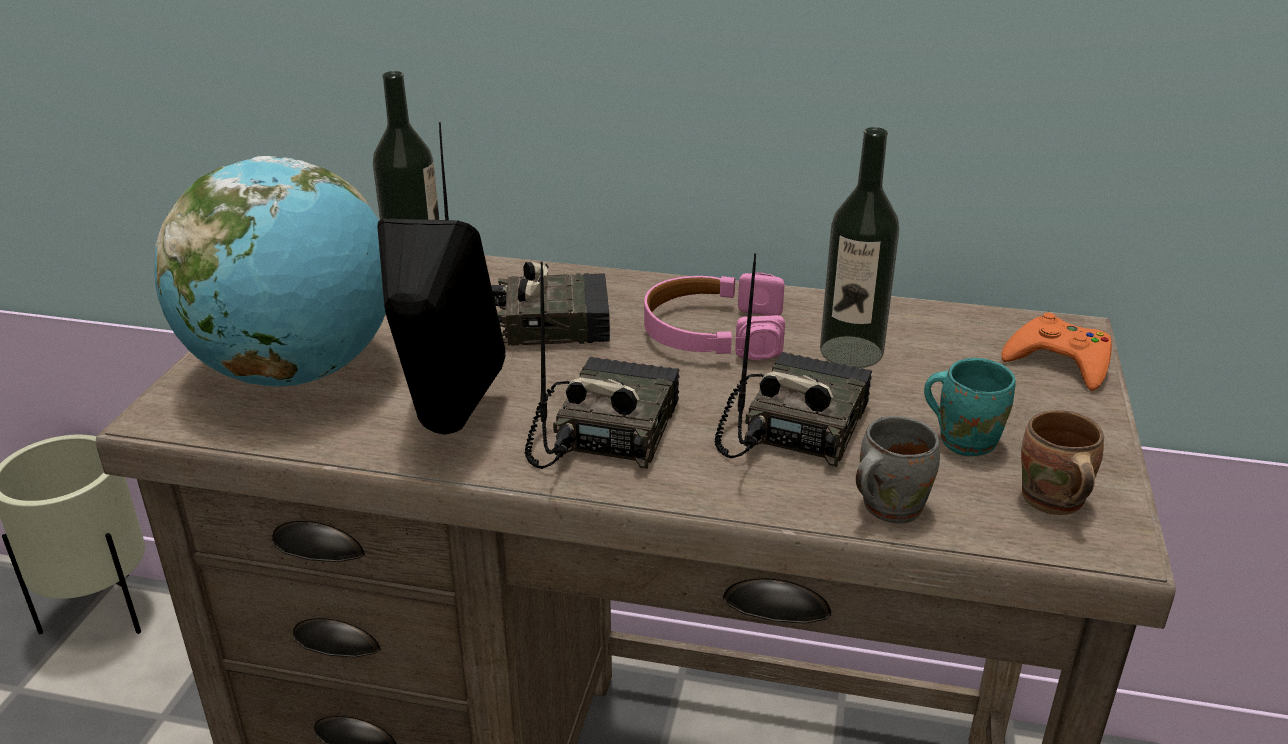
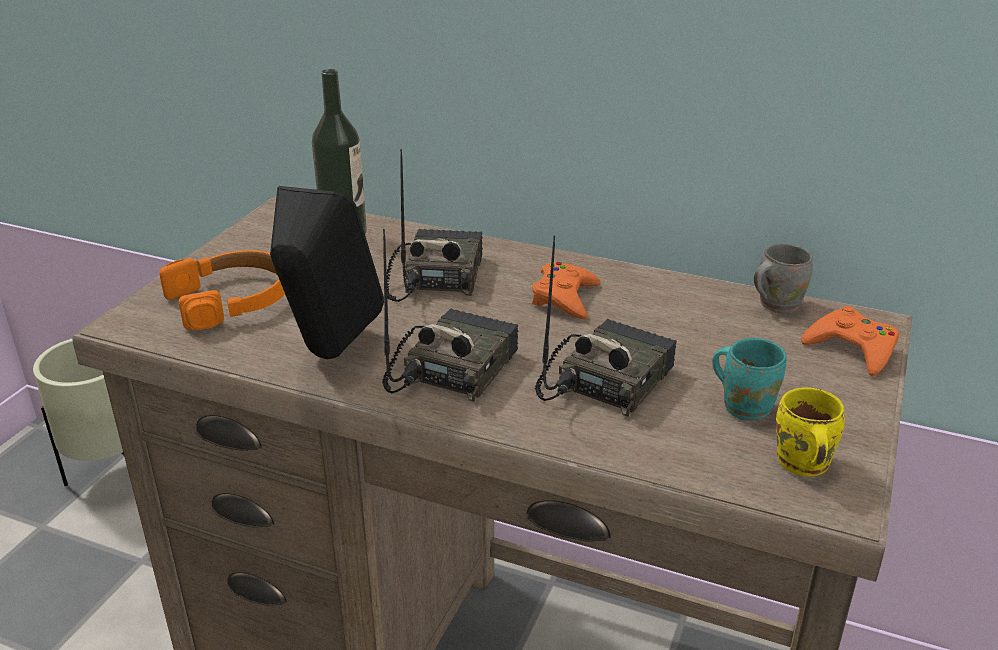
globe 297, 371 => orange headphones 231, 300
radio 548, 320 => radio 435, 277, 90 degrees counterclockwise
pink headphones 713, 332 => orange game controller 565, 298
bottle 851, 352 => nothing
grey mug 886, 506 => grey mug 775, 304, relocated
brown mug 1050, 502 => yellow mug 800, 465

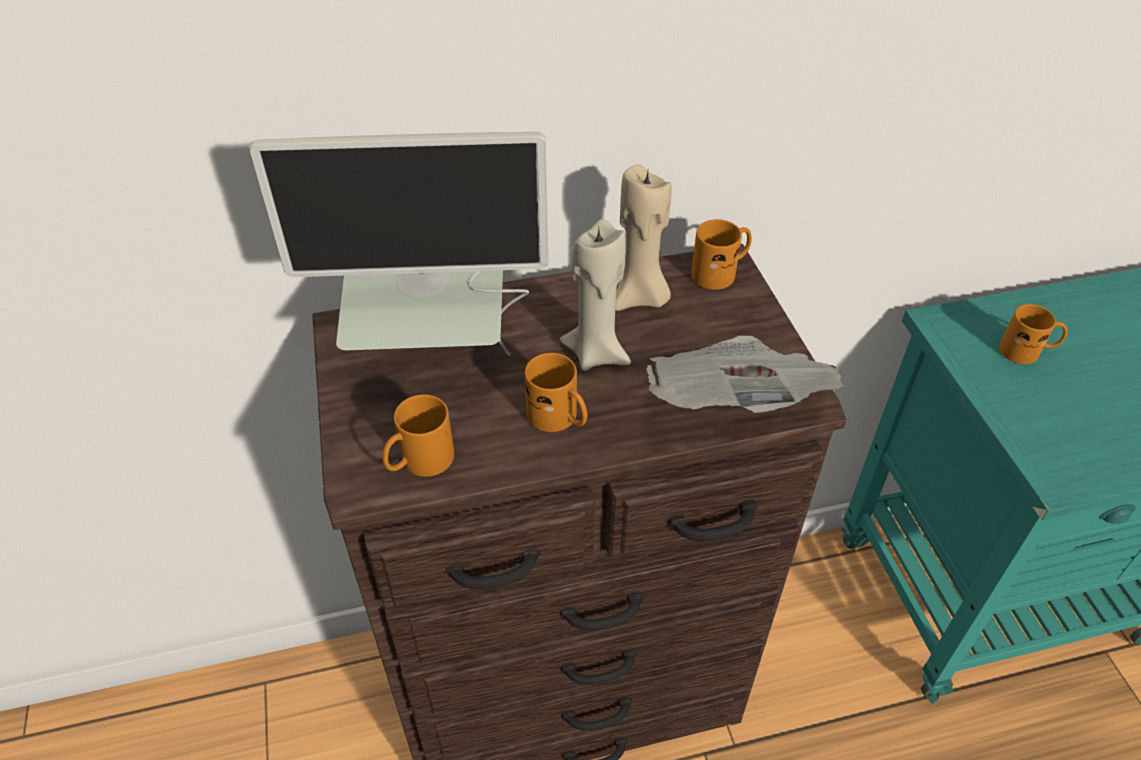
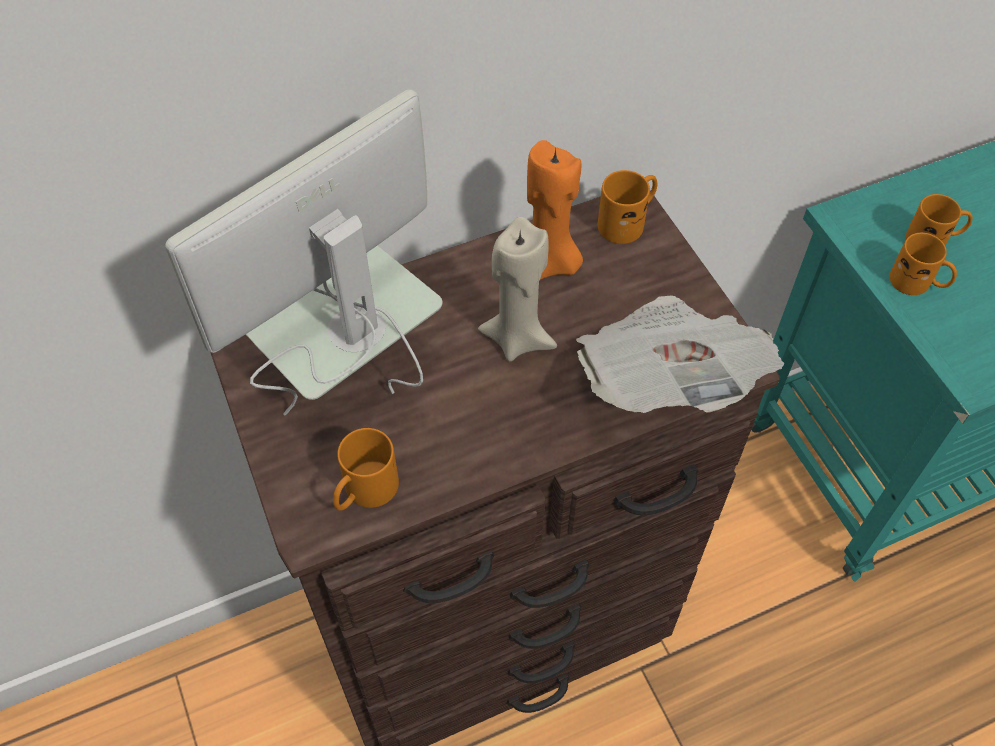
monitor 434, 358 => monitor 349, 368, 150 degrees clockwise
orange mug 560, 418 => orange mug 918, 283, relocated
beige candle 640, 298 => orange candle 550, 264

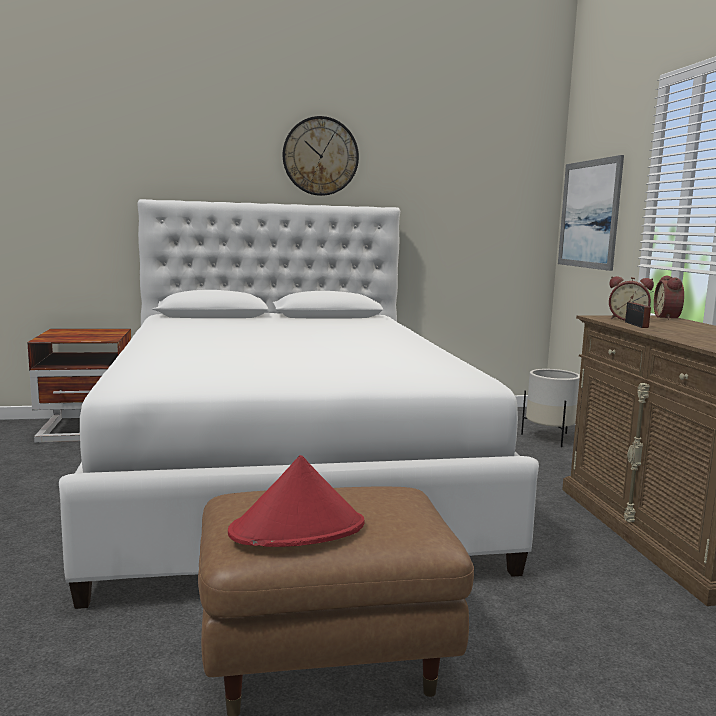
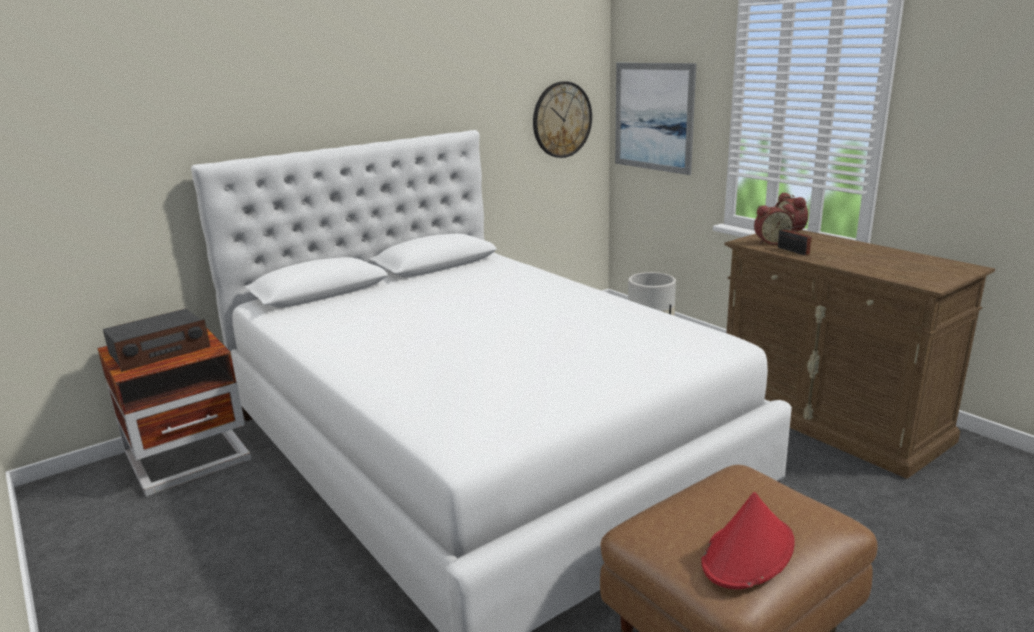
wall clock 320, 156 => wall clock 562, 120, relocated
nothing => radio 159, 351

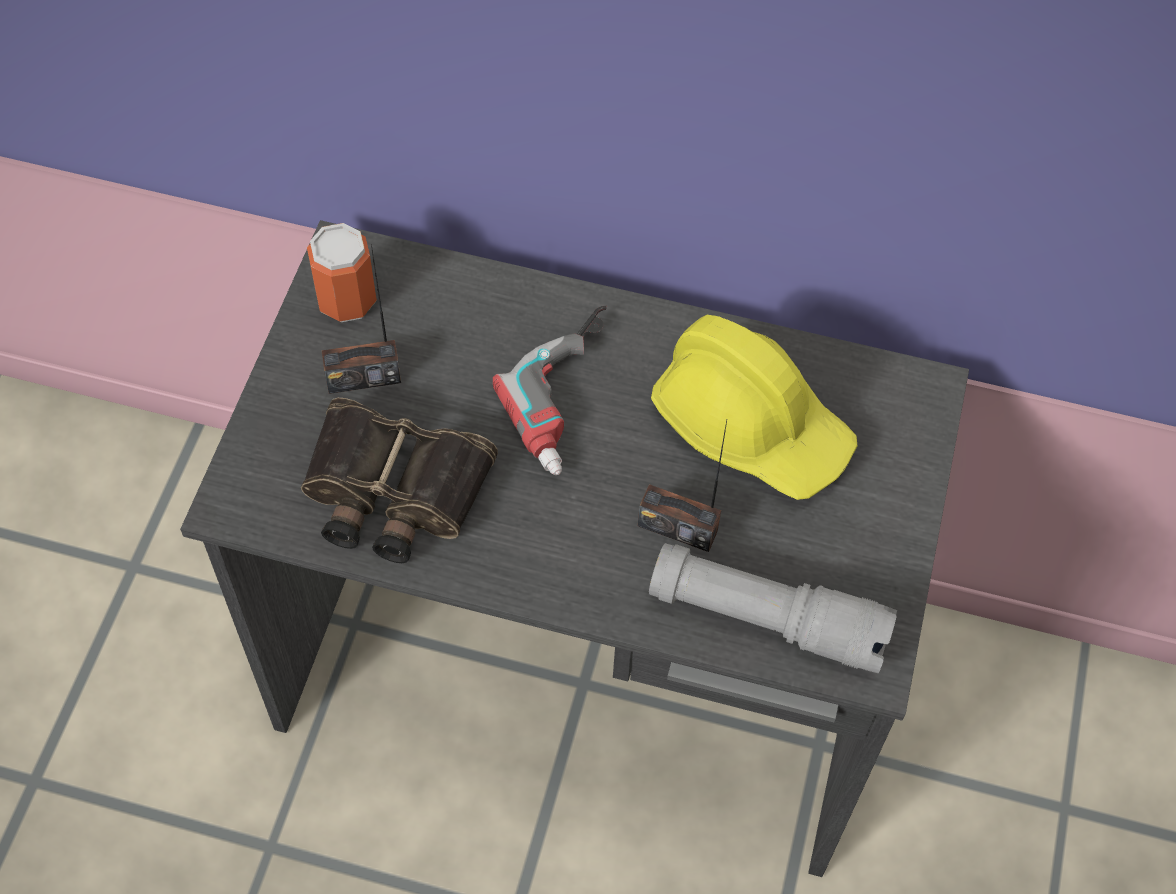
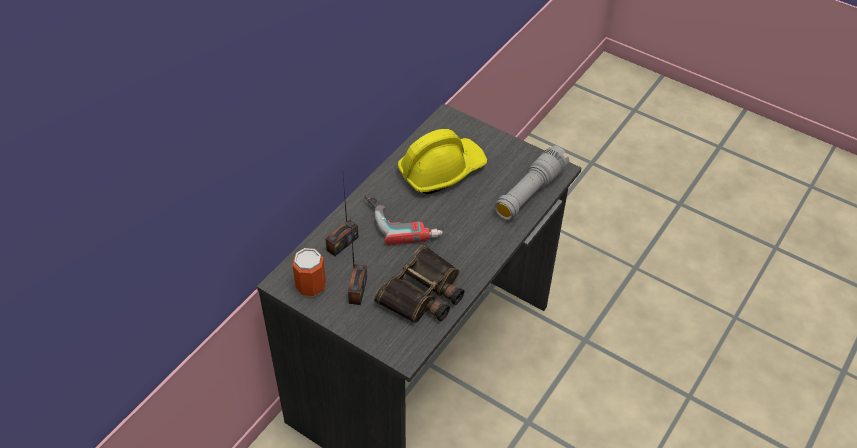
radio 677, 527 => radio 342, 243, relocated

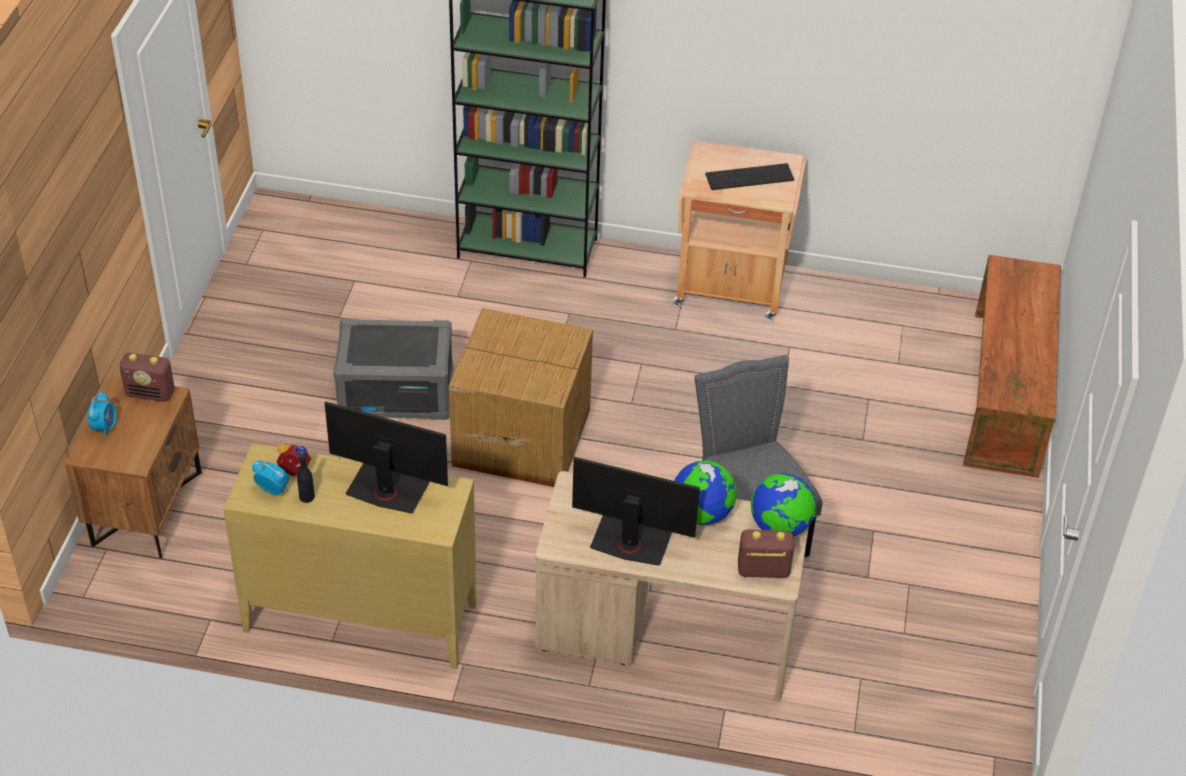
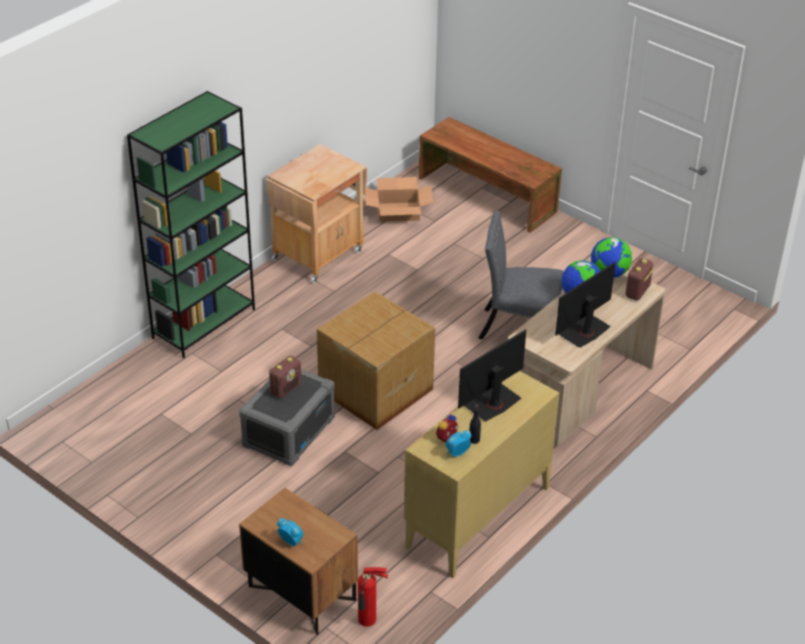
radio 151, 393 => radio 286, 388, relocated
keyboard 750, 176 => nothing
nothing => fire extinguisher 368, 621
nothing => cardboard box 398, 212

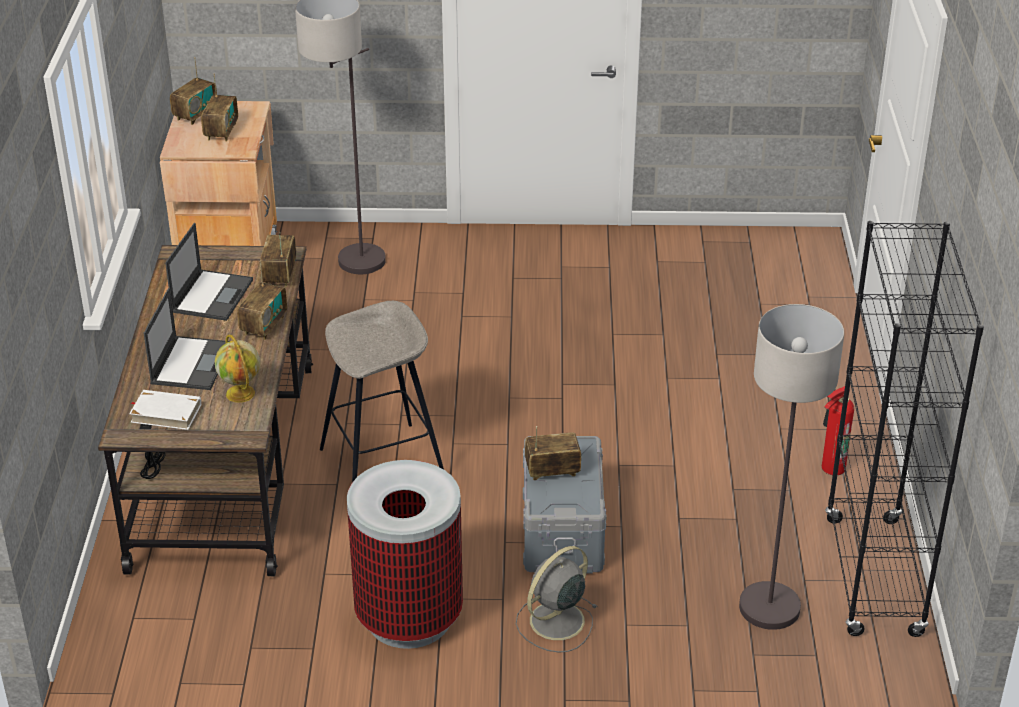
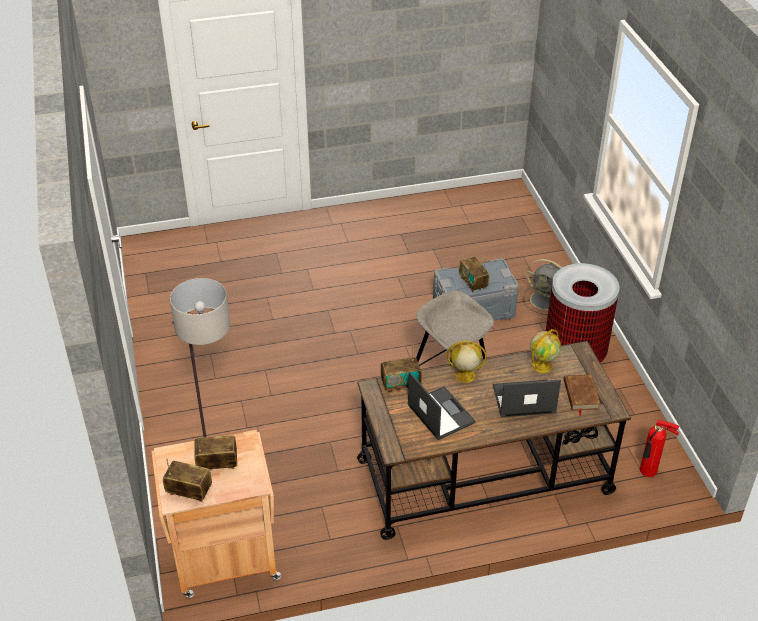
white book 166, 413 => brown book 581, 395
laptop 212, 295 => laptop 440, 413, 60 degrees clockwise
radio 264, 326 => globe 464, 376
grey floor lamp 767, 621 => nothing
fire extinguisher 830, 467 => fire extinguisher 649, 472, relocated
black bookcase 873, 577 => nothing

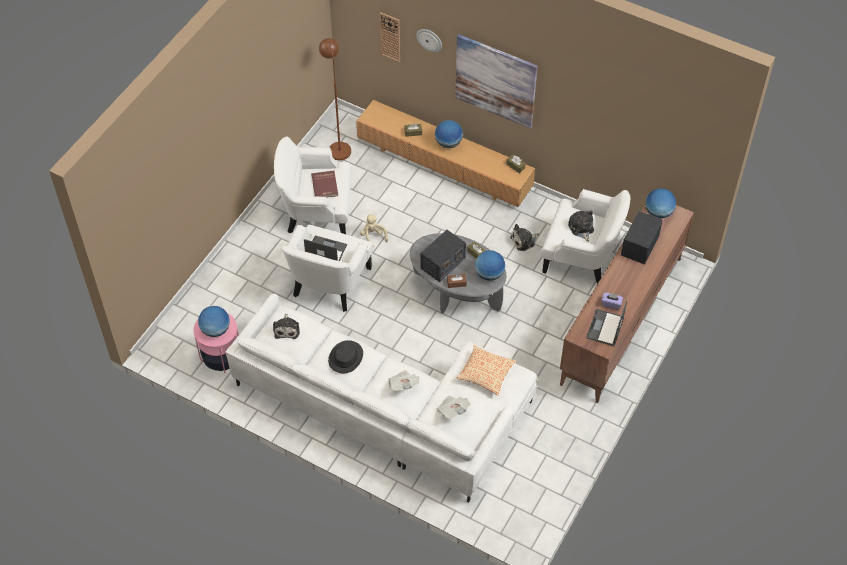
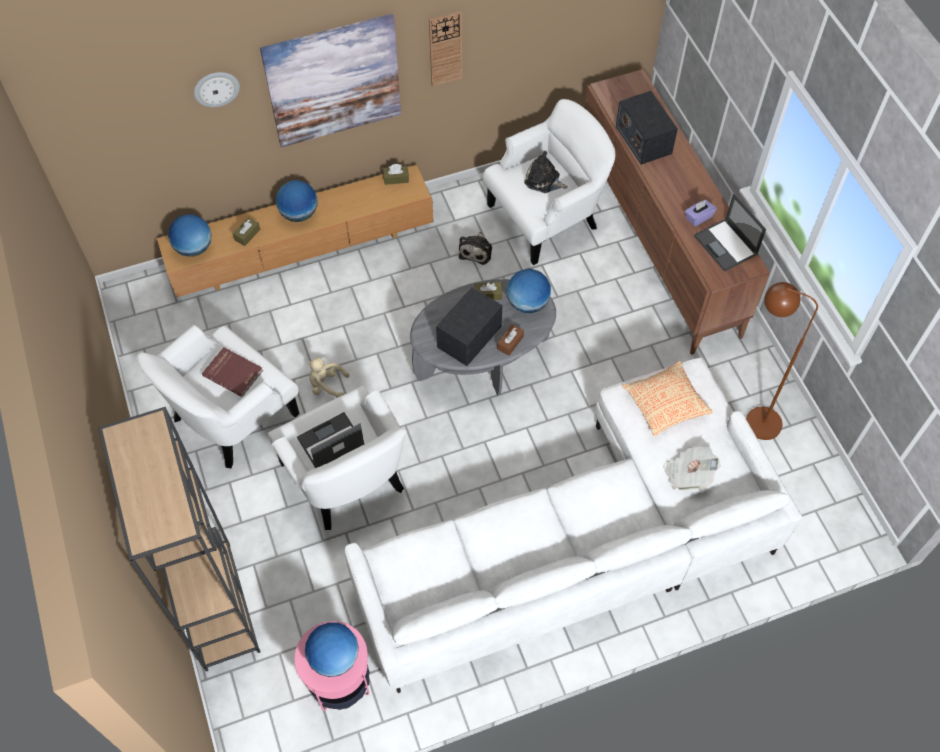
plush toy 287, 329 => nothing
brown floor lamp 338, 146 => brown floor lamp 752, 420, relocated
black hat 346, 357 => nothing
wall clock 390, 36 => wall clock 445, 48, relocated
newspaper 403, 385 => nothing
radio 442, 263 => radio 469, 336, 135 degrees counterclockwise
globe 658, 212 => globe 194, 248, relocated
nothing => bookcase 217, 605

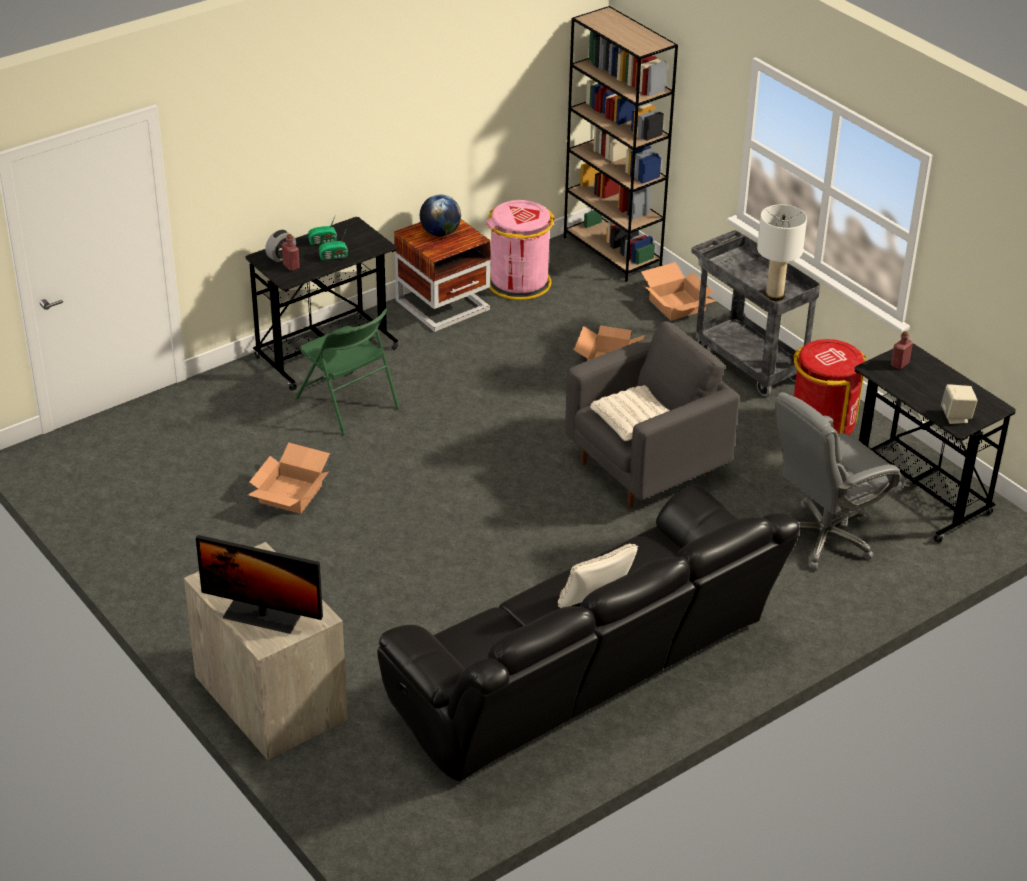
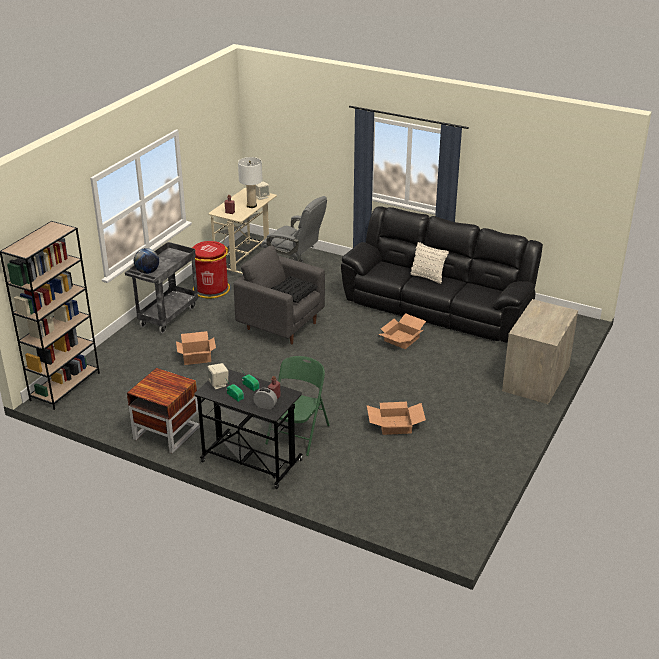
monitor 262, 615 => nothing
globe 440, 233 => globe 147, 272, relocated
pink trash can 519, 283 => nothing
beige pillow 634, 421 => black pillow 293, 294
cardboard box 678, 305 => cardboard box 401, 339, relocated
white table lamp 774, 295 => white table lamp 252, 205, relocated
black desk 915, 493 => beige desk 245, 260
nothing => beige speaker 218, 384

